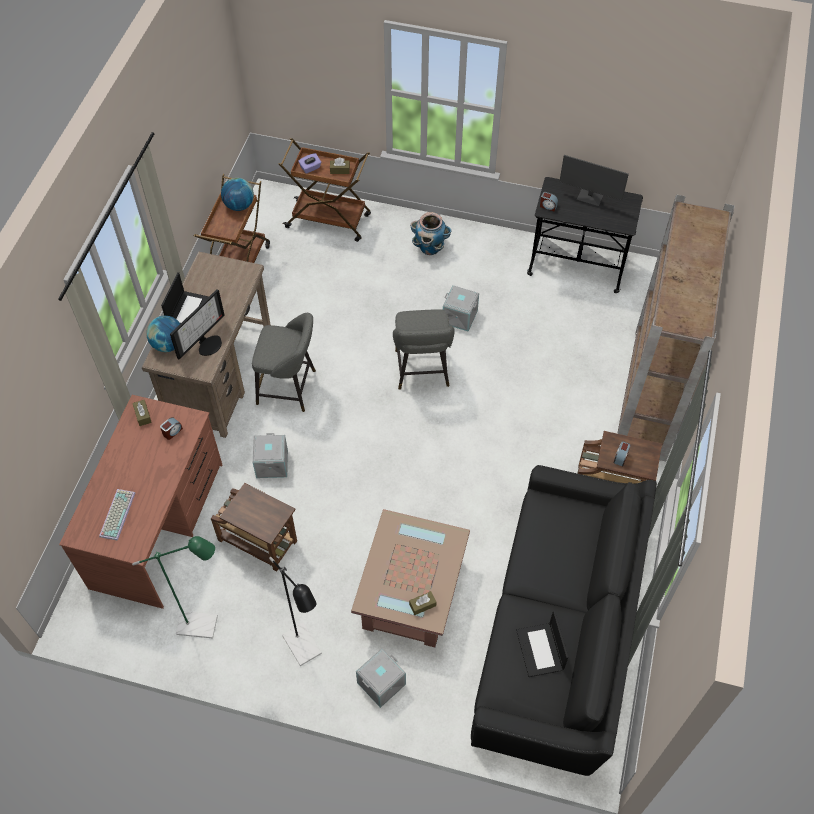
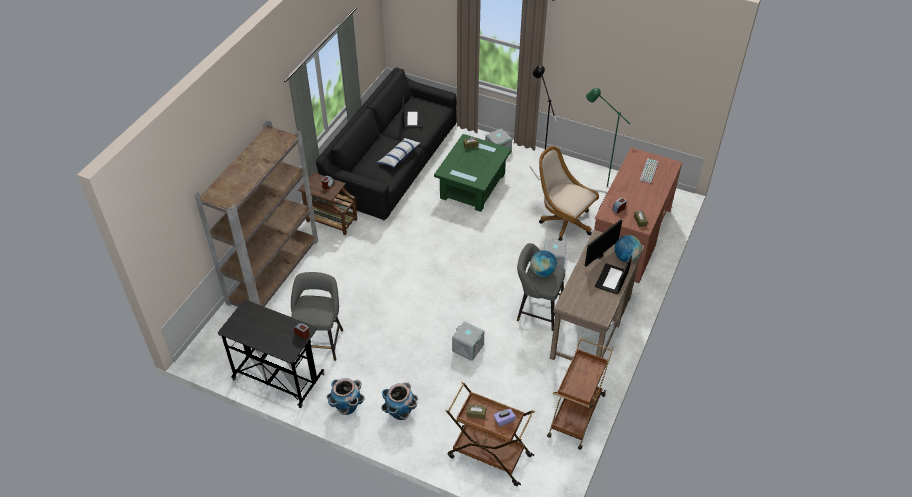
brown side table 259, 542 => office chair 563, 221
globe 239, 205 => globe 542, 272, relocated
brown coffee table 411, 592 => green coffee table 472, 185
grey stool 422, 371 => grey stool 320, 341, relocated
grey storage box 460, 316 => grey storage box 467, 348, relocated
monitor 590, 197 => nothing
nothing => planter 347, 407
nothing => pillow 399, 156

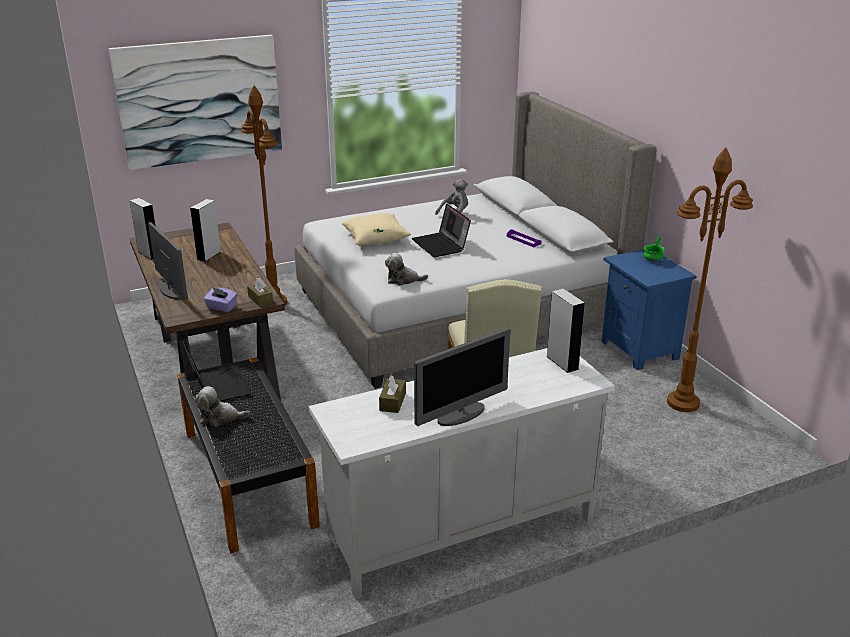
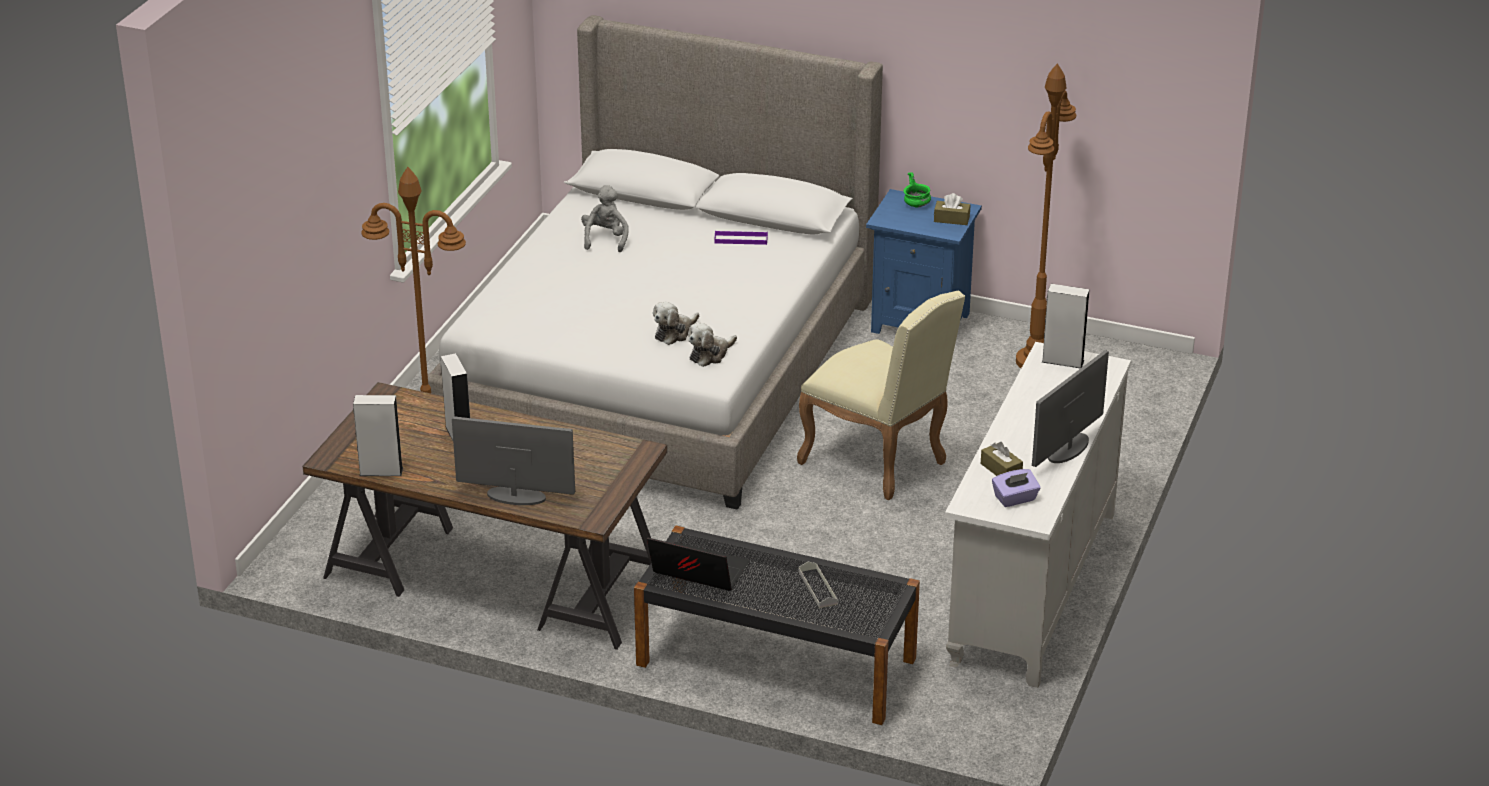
picture 200, 101 => nothing
plush toy 220, 418 => plush toy 674, 333, relocated
purple tissue box 221, 308 => purple tissue box 1015, 499, relocated
brown tissue box 260, 299 => brown tissue box 951, 219, relocated
beige pillow 375, 239 => nothing
laptop 441, 245 => nothing
monitor 461, 414 => monitor 1067, 449, 150 degrees counterclockwise
nothing => grey tray 817, 588

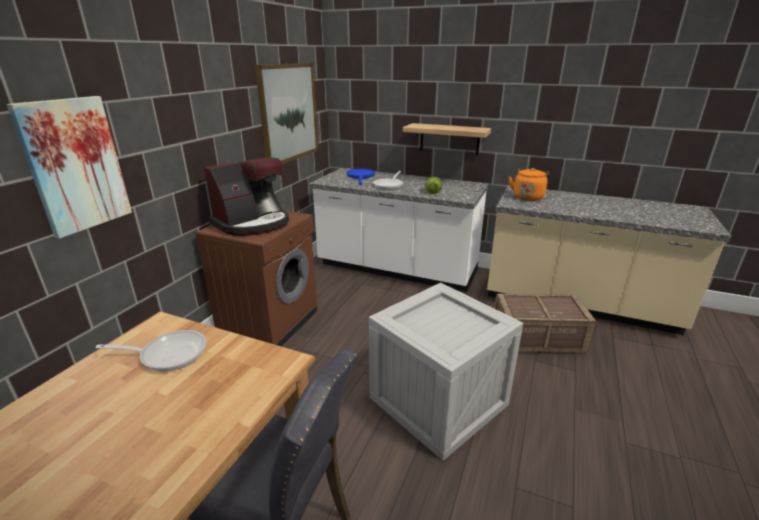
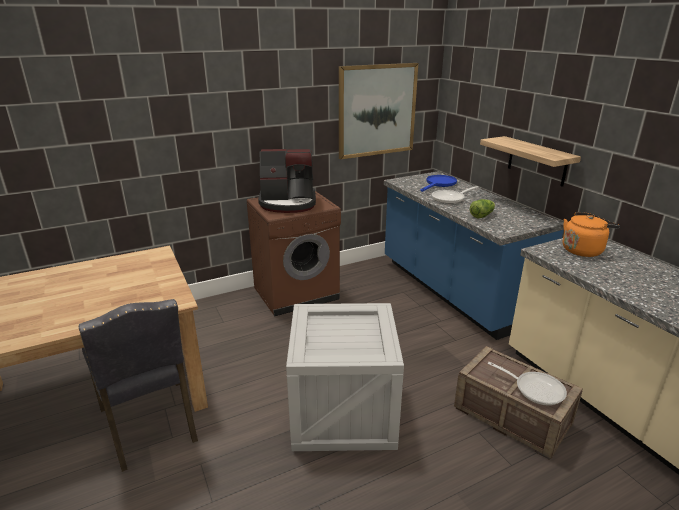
picture 75, 165 => nothing
frying pan 168, 354 => frying pan 535, 389, relocated
white counter 396, 269 => blue counter 453, 291

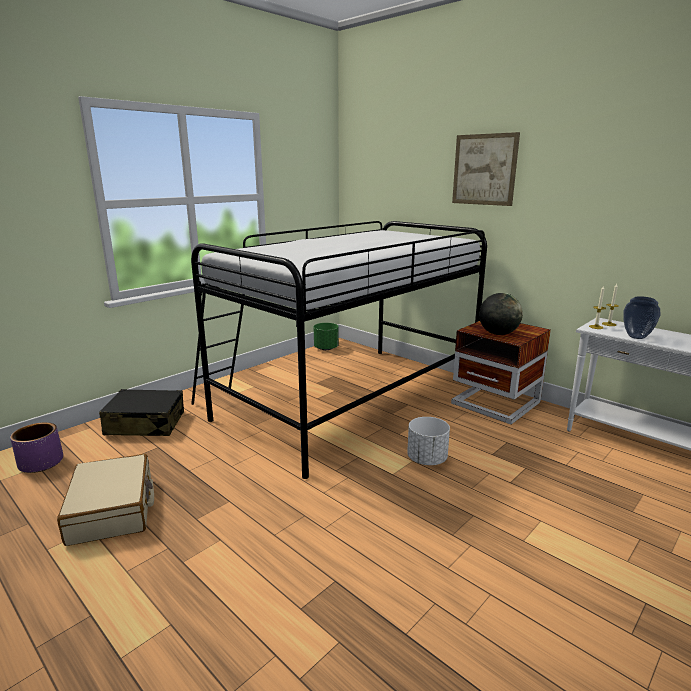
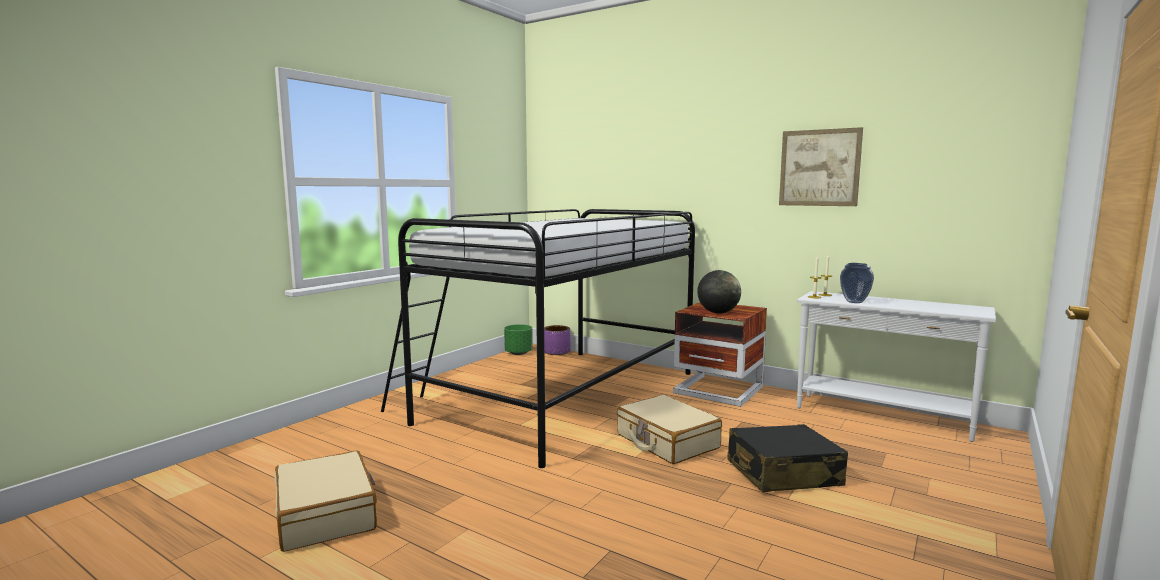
purple planter 41, 462 => purple planter 556, 351, relocated
black suitcase 145, 424 => black suitcase 783, 474, relocated
white planter 427, 459 => beige suitcase 667, 441
picture 484, 169 => picture 819, 168, relocated

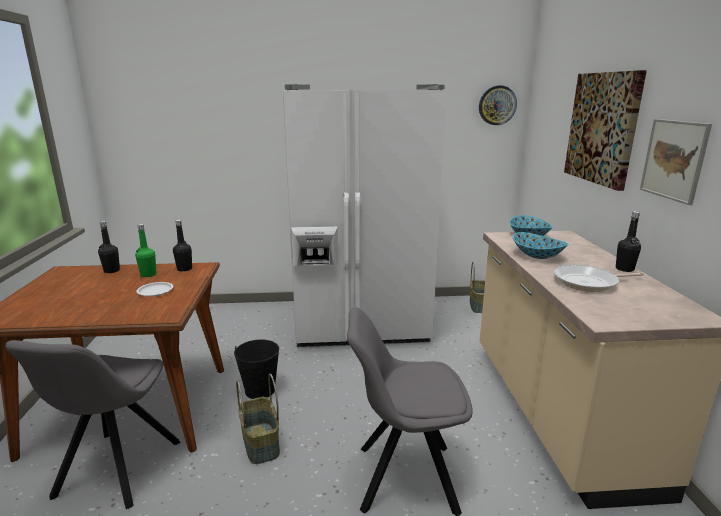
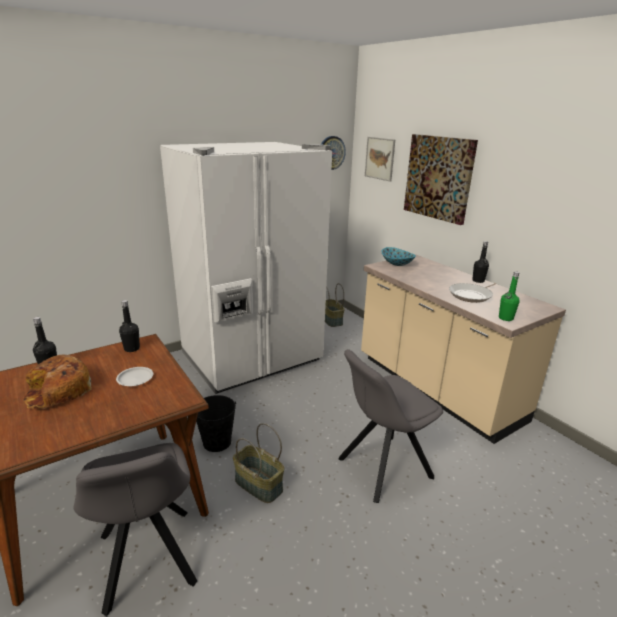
green bottle 148, 275 => green bottle 505, 318, relocated
bowl 537, 256 => nothing
picture 674, 160 => picture 379, 158, relocated
nothing => bread 58, 392

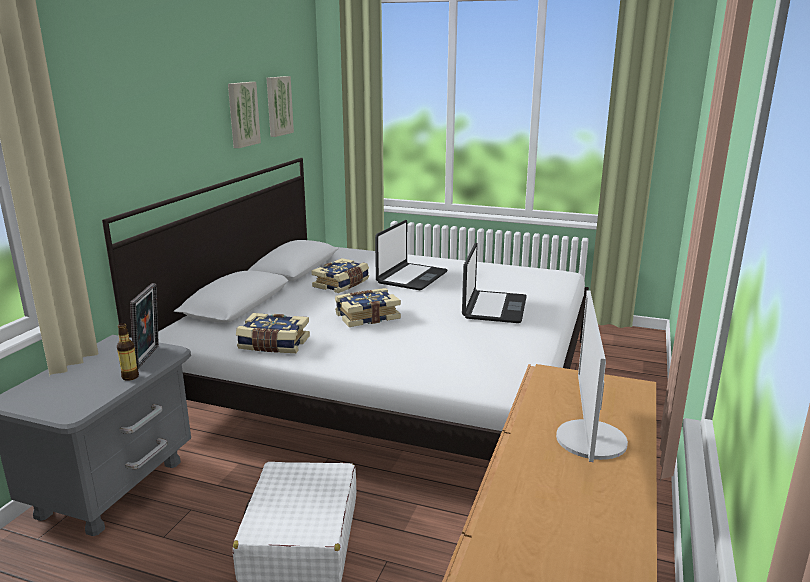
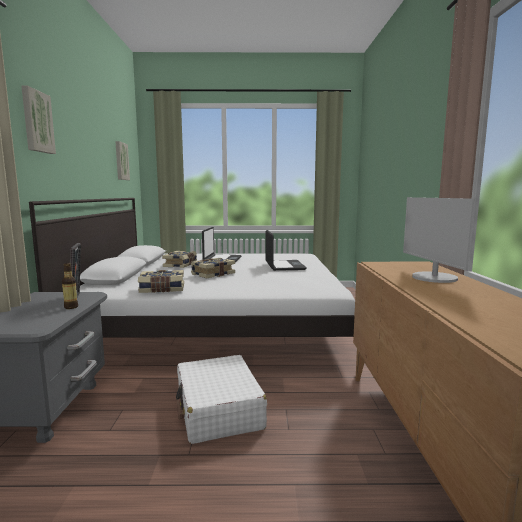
picture 242, 114 => picture 36, 121, relocated

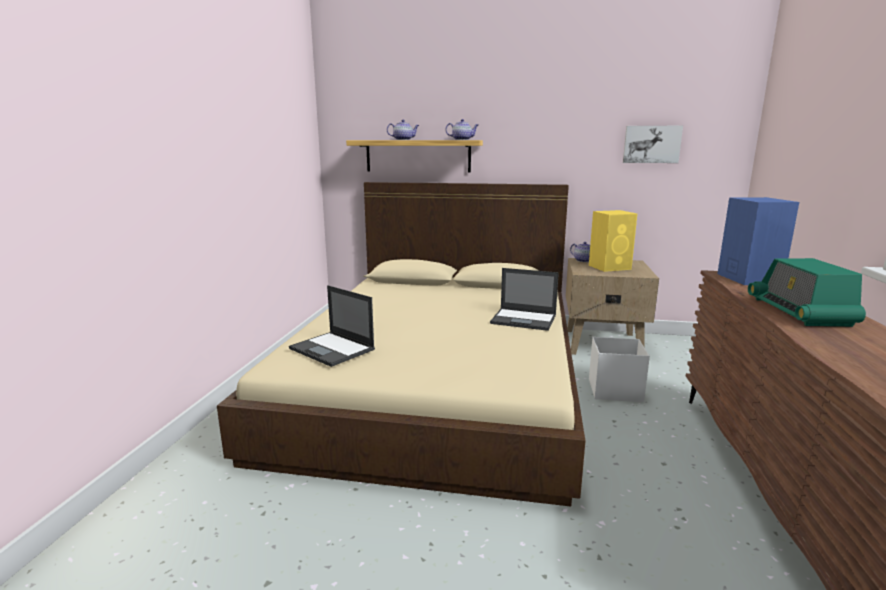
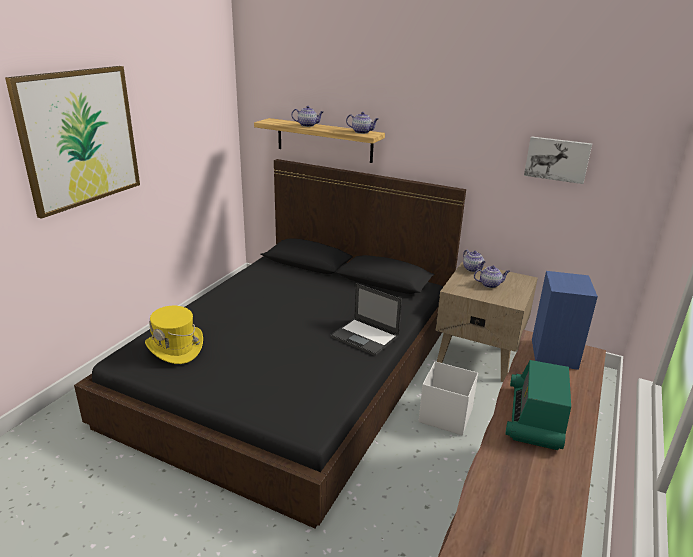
beige bed 438, 378 => black bed 294, 370
laptop 333, 349 => yellow hat 175, 348
yellow speaker 610, 267 => teapot 490, 284
nothing => picture 79, 138

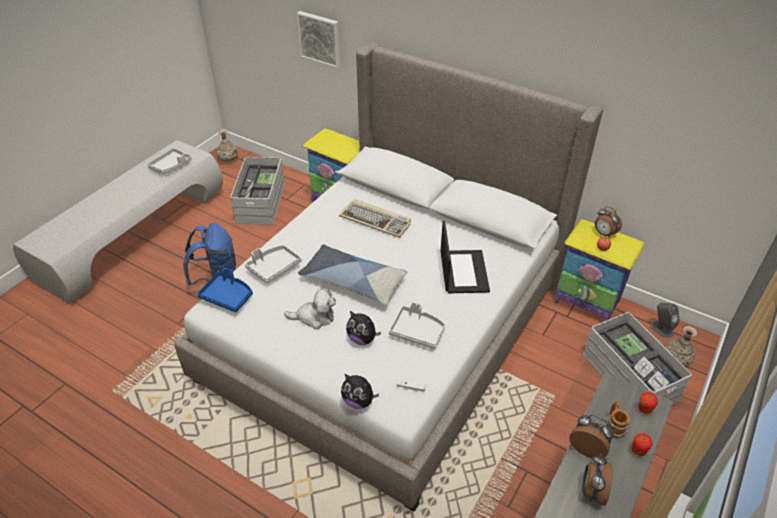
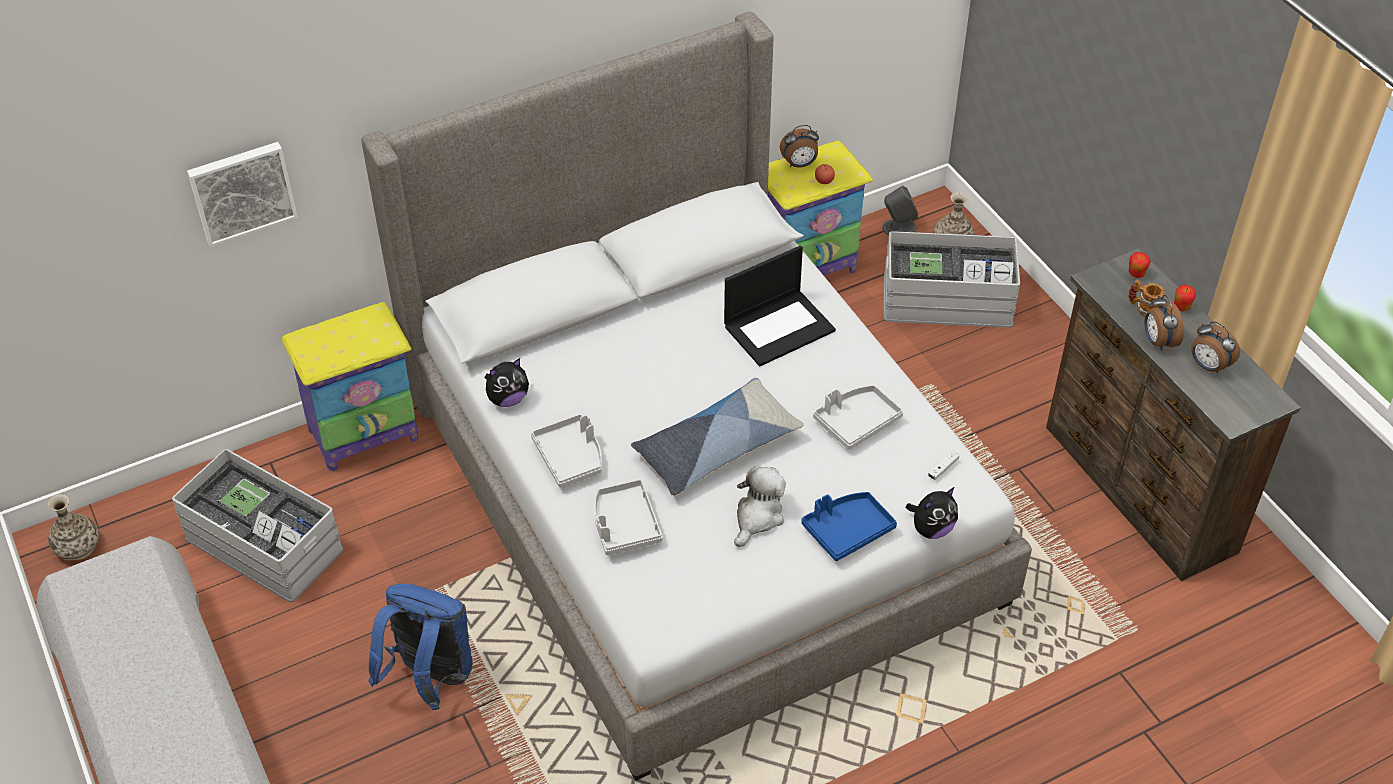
grey tray 171, 166 => grey tray 571, 457, relocated
blue tray 227, 296 => blue tray 847, 530, relocated
keyboard 376, 220 => nothing
plush toy 362, 339 => plush toy 507, 399, relocated
laptop 463, 271 => laptop 779, 327, 120 degrees clockwise
alarm clock 587, 447 => alarm clock 1158, 341, 75 degrees counterclockwise

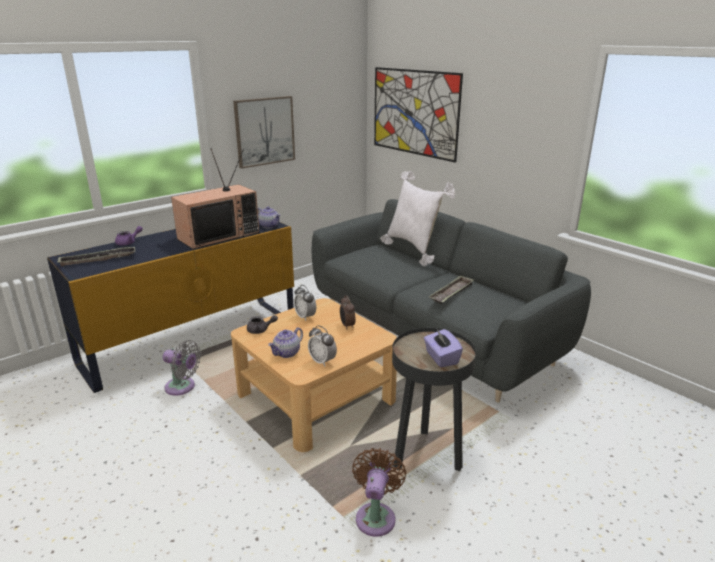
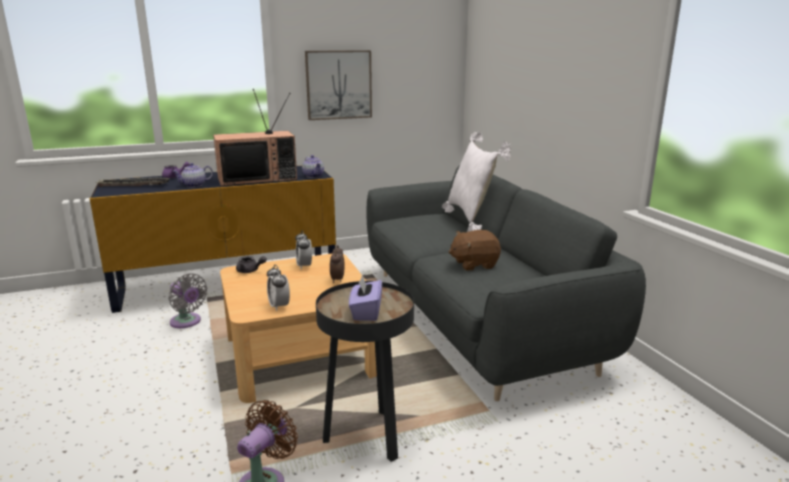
teapot 287, 353 => teapot 194, 185, relocated
picture 414, 112 => nothing
tray 451, 293 => brown plush toy 474, 264

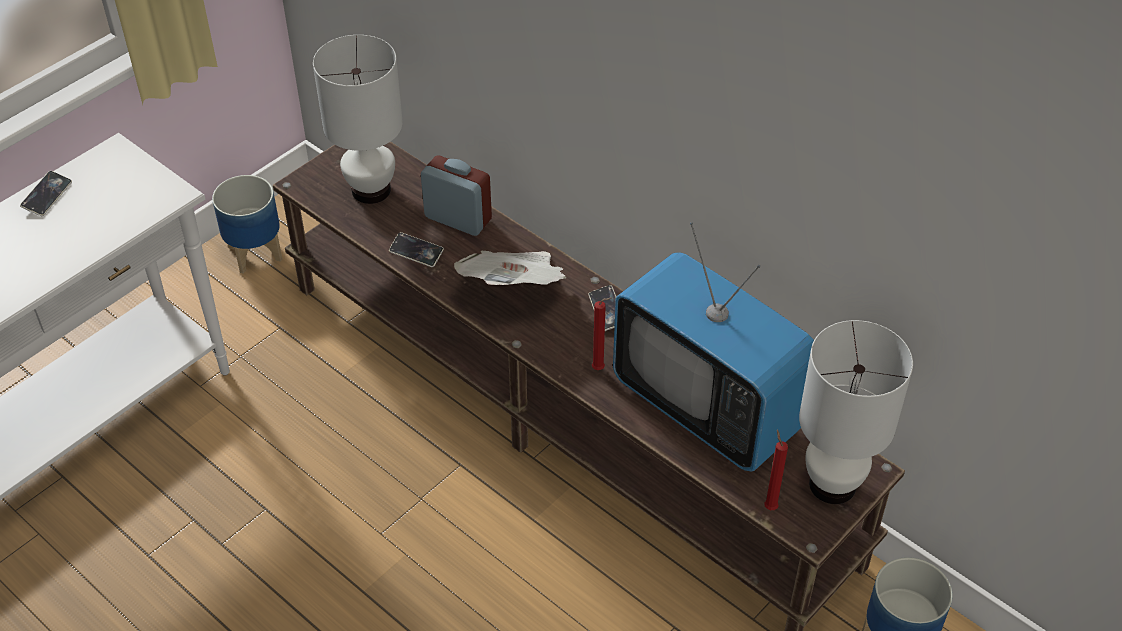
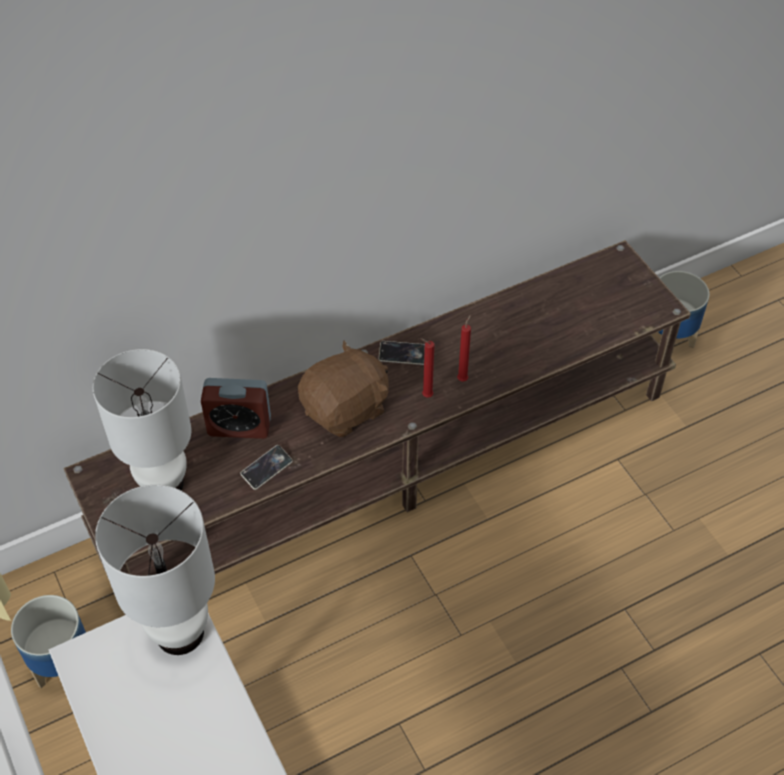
phone 47, 196 => nothing
alarm clock 458, 218 => alarm clock 239, 426, 135 degrees counterclockwise
newspaper 514, 288 => brown plush toy 346, 409
television 708, 406 => nothing
red candle 769, 506 => red candle 425, 396, relocated
white table lamp 832, 486 => white table lamp 181, 633, relocated

